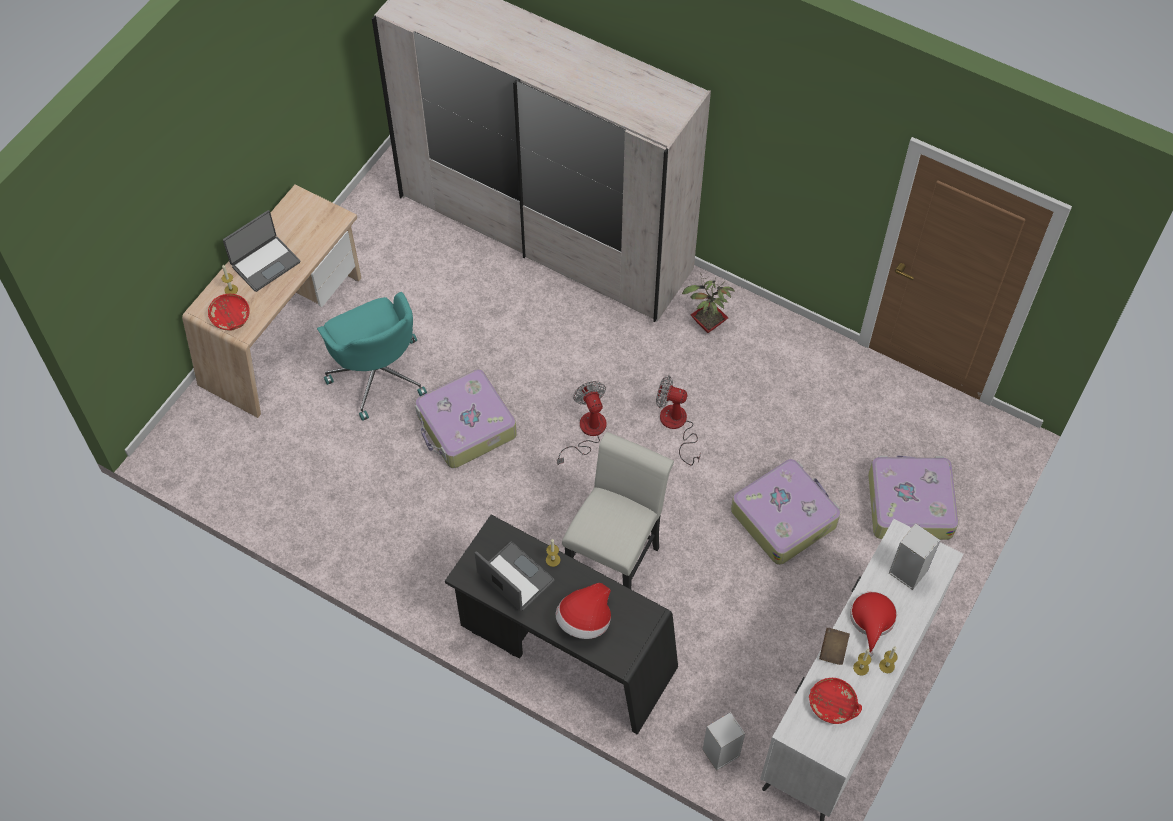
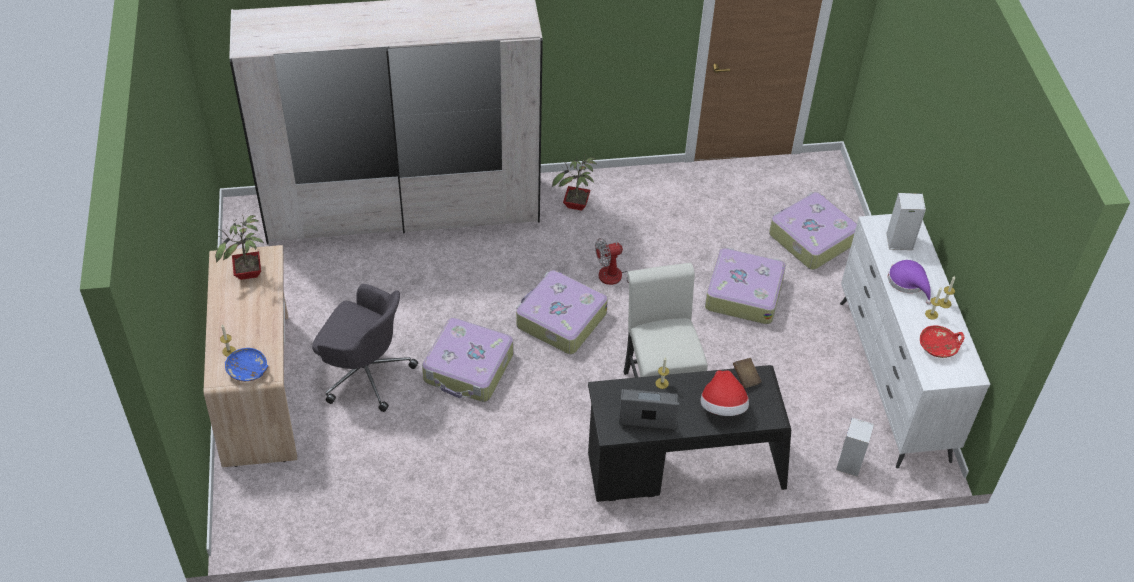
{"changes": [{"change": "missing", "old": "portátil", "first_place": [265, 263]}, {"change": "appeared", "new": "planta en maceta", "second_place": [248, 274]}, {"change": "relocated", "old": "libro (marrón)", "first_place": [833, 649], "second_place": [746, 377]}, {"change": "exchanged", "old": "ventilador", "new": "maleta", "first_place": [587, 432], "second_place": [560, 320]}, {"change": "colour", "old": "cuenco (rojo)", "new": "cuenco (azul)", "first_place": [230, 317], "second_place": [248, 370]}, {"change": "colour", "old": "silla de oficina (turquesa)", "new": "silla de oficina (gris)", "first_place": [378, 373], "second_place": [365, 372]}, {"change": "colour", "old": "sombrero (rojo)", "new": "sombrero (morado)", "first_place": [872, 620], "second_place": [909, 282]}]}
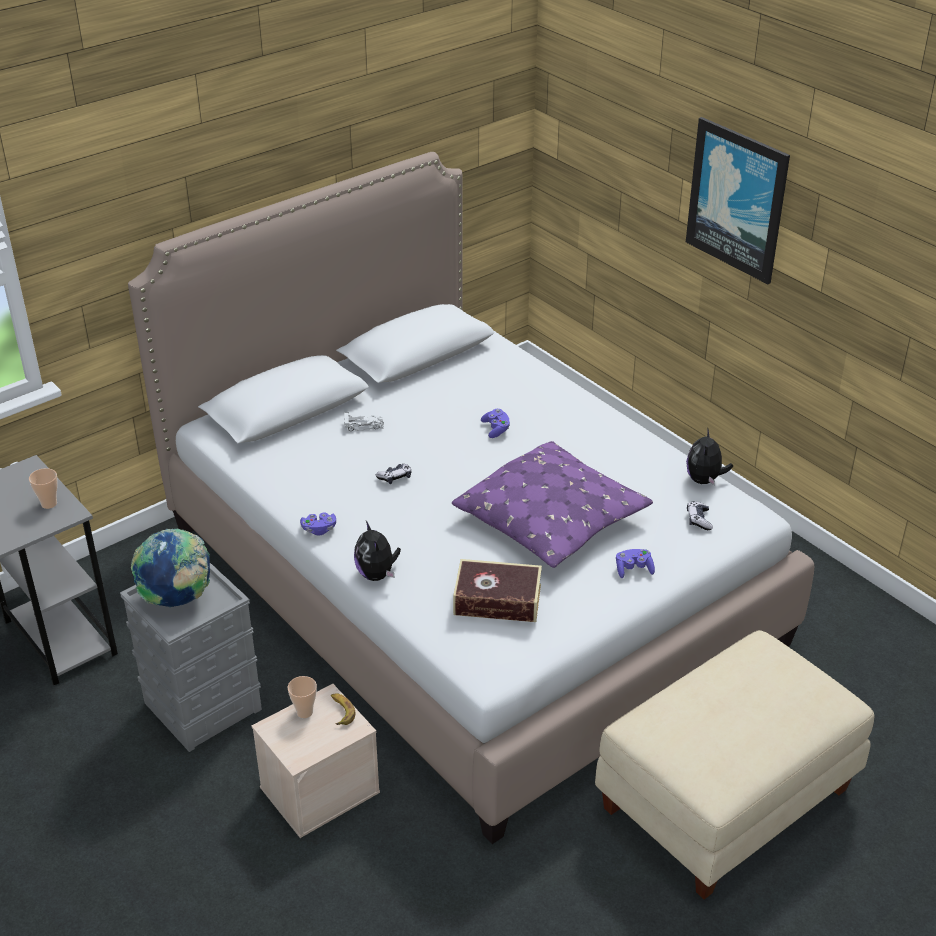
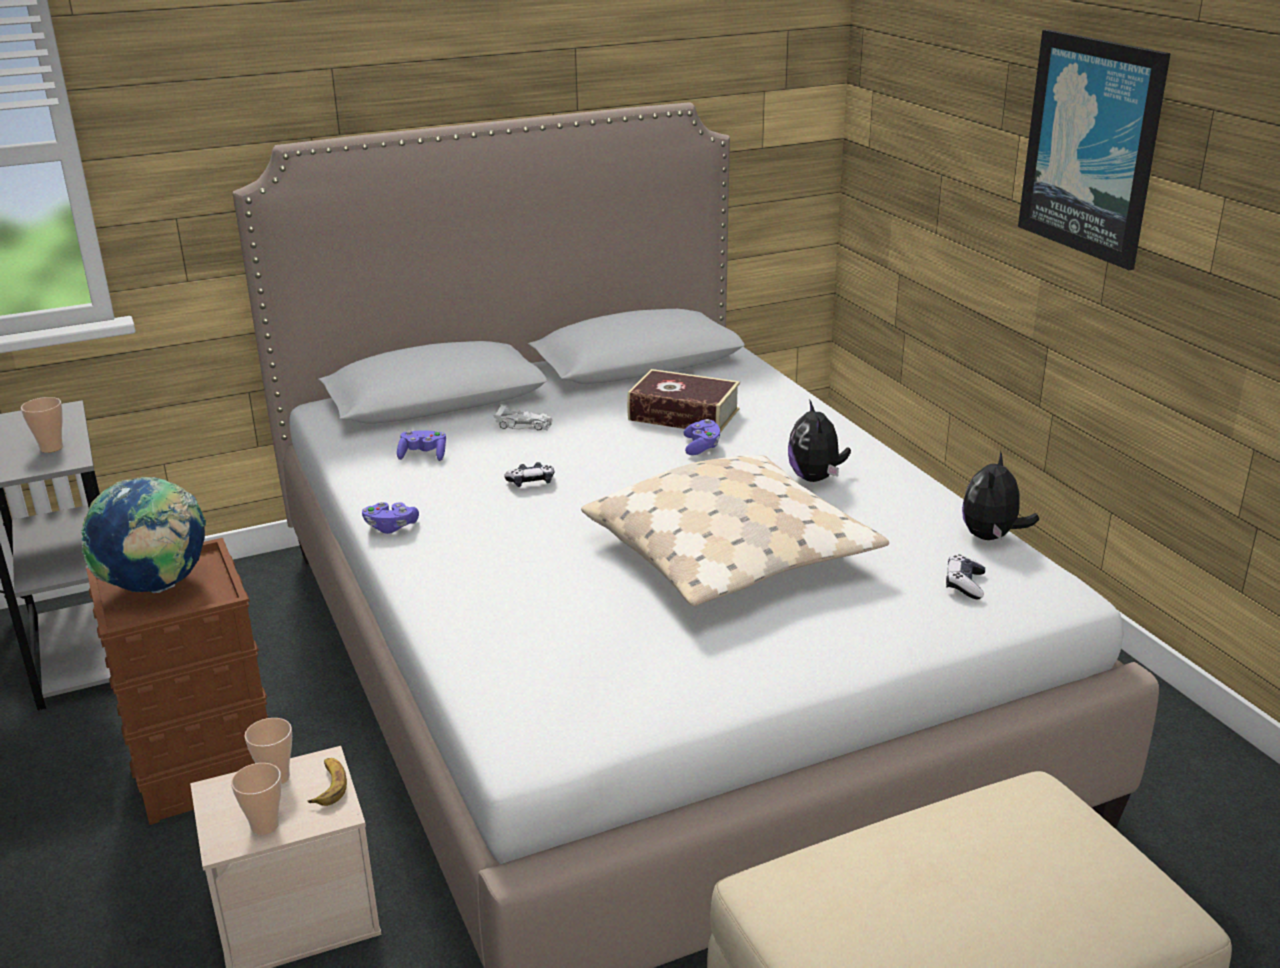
{"changes": [{"change": "appeared", "new": "taza", "second_place": [265, 825]}, {"change": "relocated", "old": "peluche", "first_place": [377, 574], "second_place": [816, 478]}, {"change": "relocated", "old": "libro", "first_place": [497, 600], "second_place": [684, 414]}, {"change": "relocated", "old": "mando de consola (morado)", "first_place": [633, 569], "second_place": [423, 455]}, {"change": "colour", "old": "caja de almacenaje (gris)", "new": "caja de almacenaje (marrón)", "first_place": [203, 705], "second_place": [206, 766]}, {"change": "colour", "old": "cojín (morado)", "new": "cojín (beis)", "first_place": [552, 520], "second_place": [732, 557]}]}
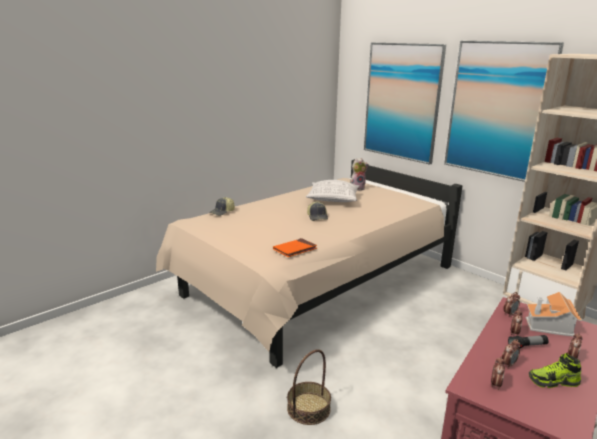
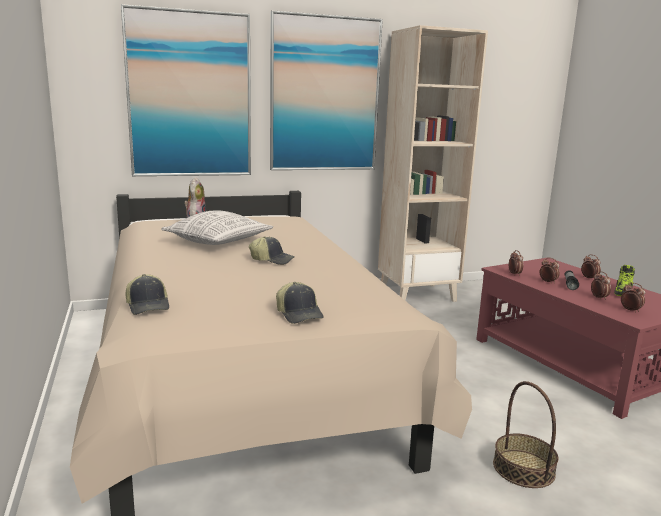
{"changes": [{"change": "missing", "old": "libro (naranja)", "first_place": [295, 249]}, {"change": "missing", "old": "casita", "first_place": [550, 325]}, {"change": "appeared", "new": "gorra", "second_place": [299, 314]}]}
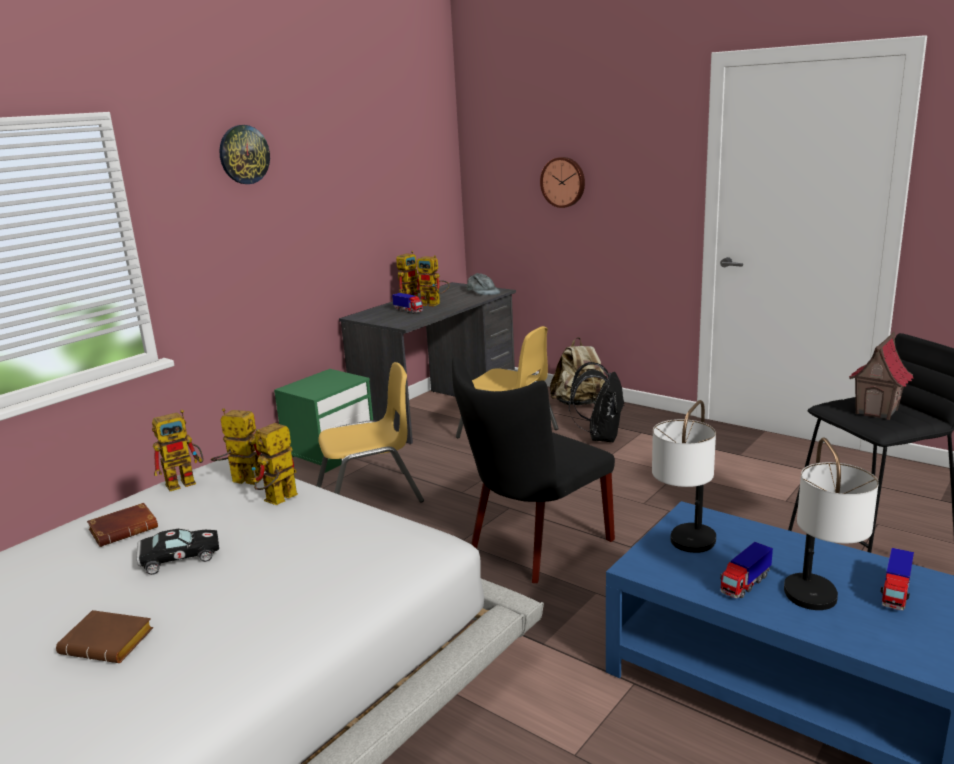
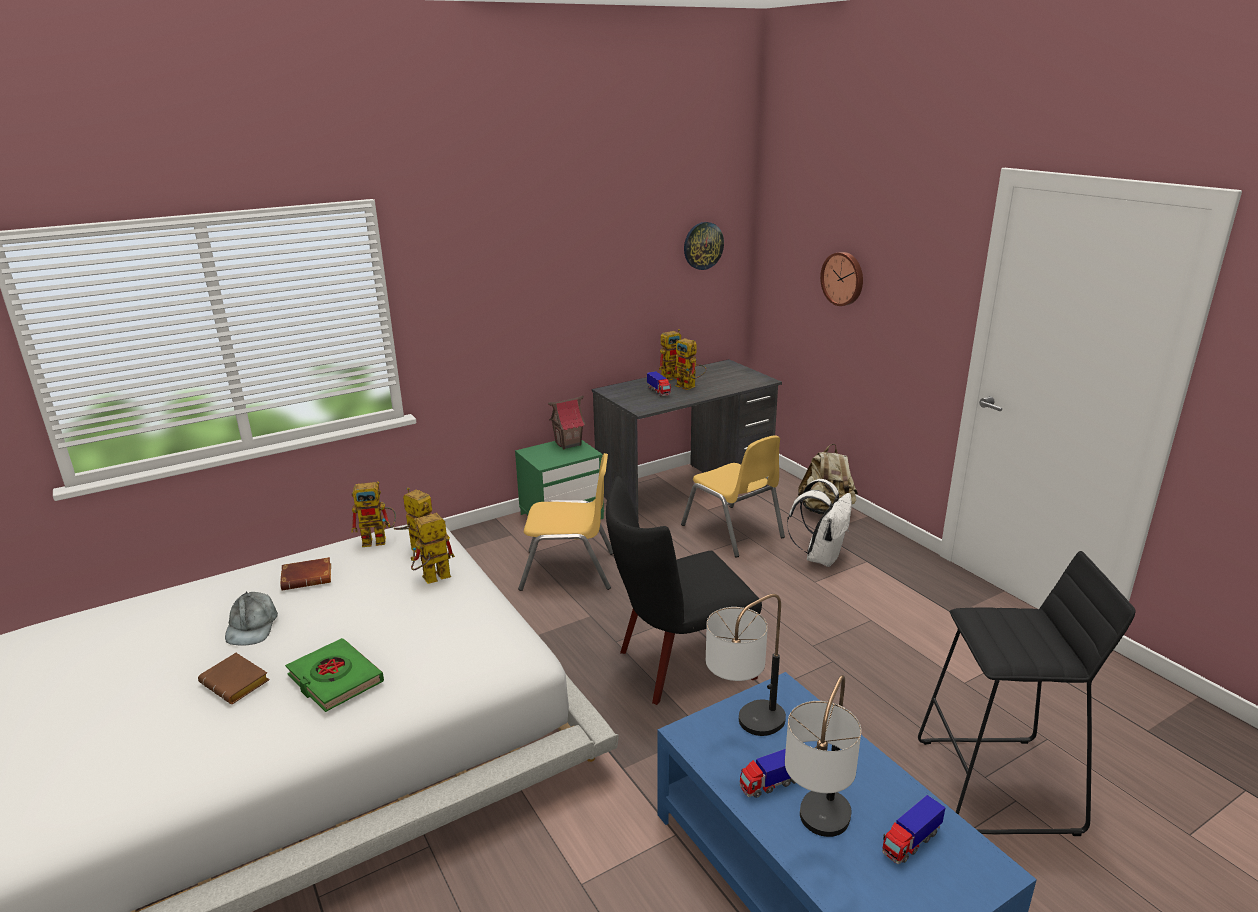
{"changes": [{"change": "missing", "old": "coche de juguete (negro)", "first_place": [177, 559]}, {"change": "appeared", "new": "libro (verde)", "second_place": [335, 679]}, {"change": "relocated", "old": "reloj de pared", "first_place": [244, 154], "second_place": [703, 245]}, {"change": "relocated", "old": "gorra (gris)", "first_place": [483, 291], "second_place": [252, 626]}, {"change": "relocated", "old": "casita", "first_place": [877, 411], "second_place": [568, 444]}, {"change": "colour", "old": "mochila (negro)", "new": "mochila (blanco)", "first_place": [600, 437], "second_place": [821, 557]}]}
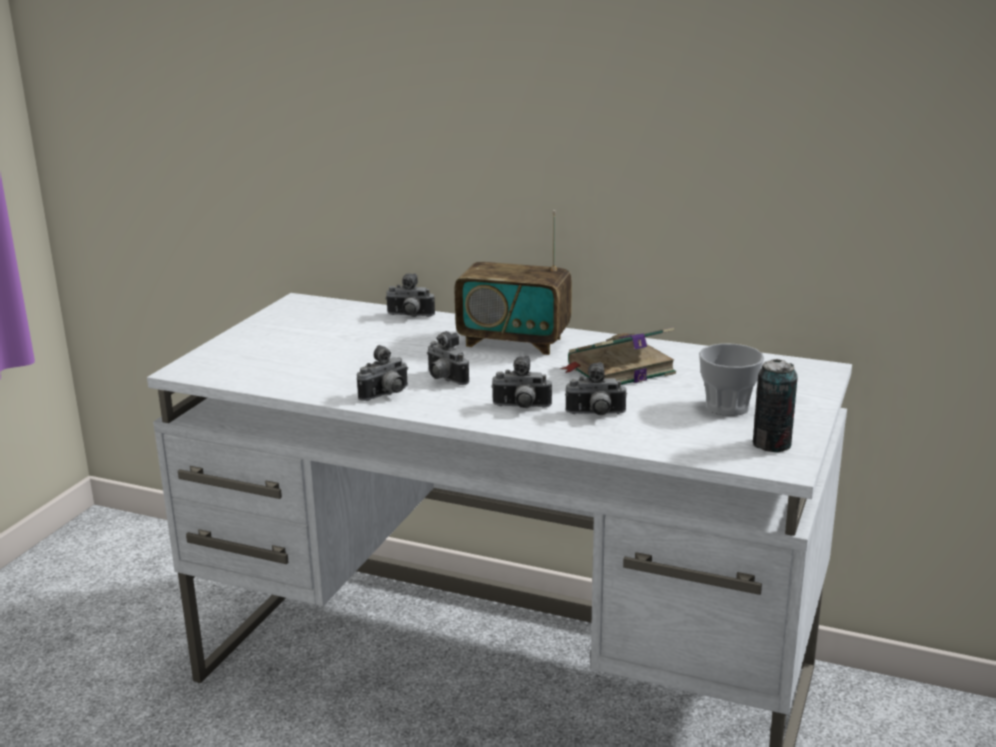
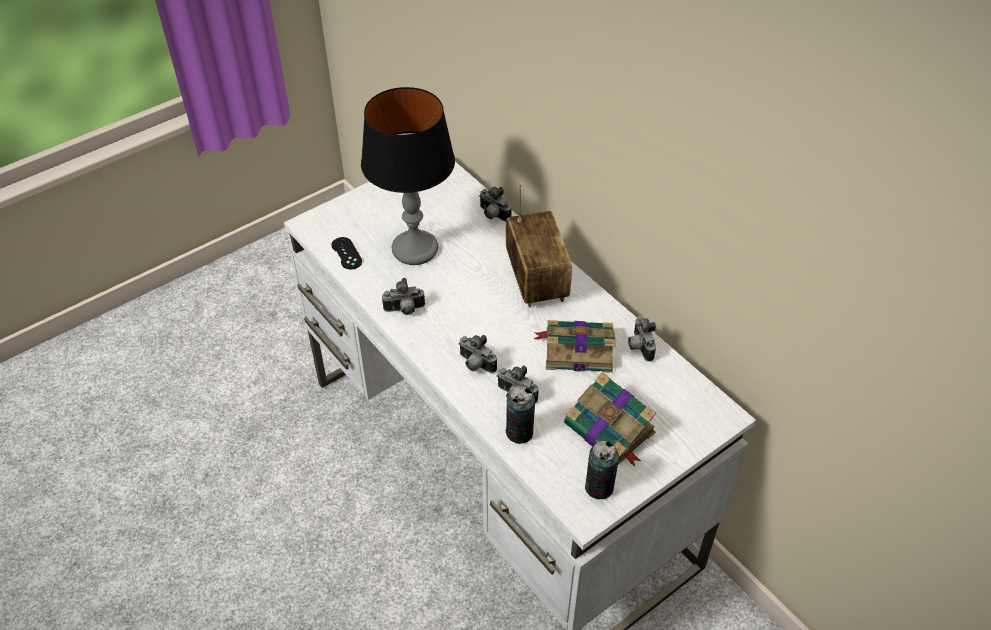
{"changes": [{"change": "appeared", "new": "mando de consola (negro)", "second_place": [346, 253]}, {"change": "appeared", "new": "lámpara de mesa", "second_place": [415, 249]}, {"change": "appeared", "new": "lata", "second_place": [519, 432]}, {"change": "relocated", "old": "cámara", "first_place": [444, 379], "second_place": [639, 346]}, {"change": "exchanged", "old": "taza", "new": "libro", "first_place": [727, 407], "second_place": [611, 430]}, {"change": "spun", "old": "radio", "first_place": [514, 342], "second_place": [536, 280], "degrees": -150}]}
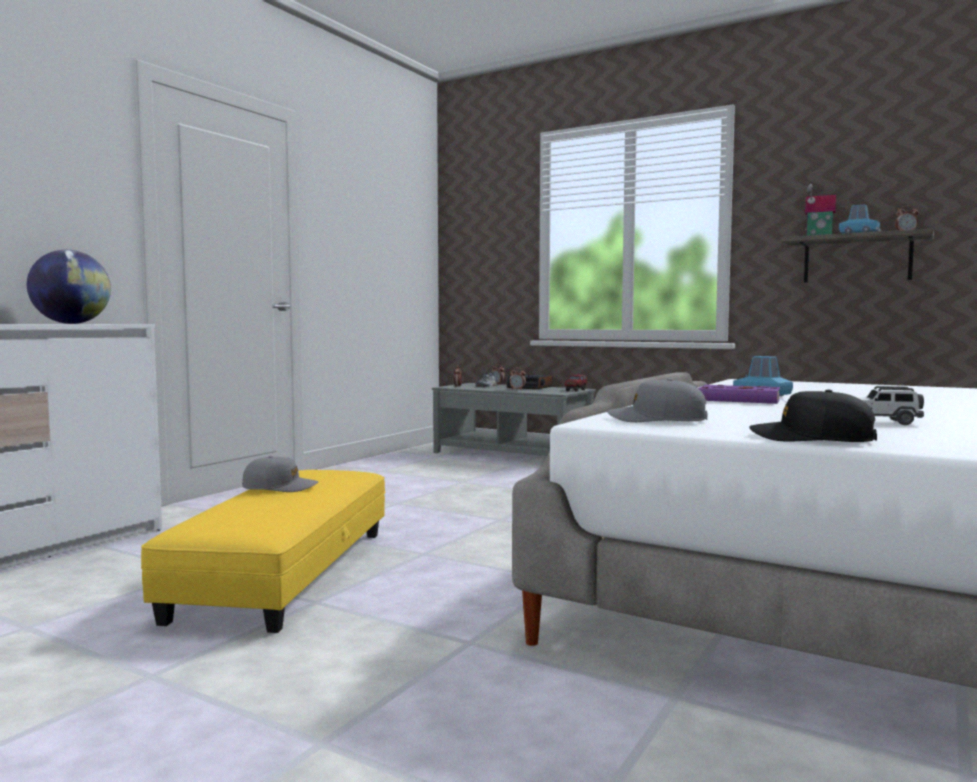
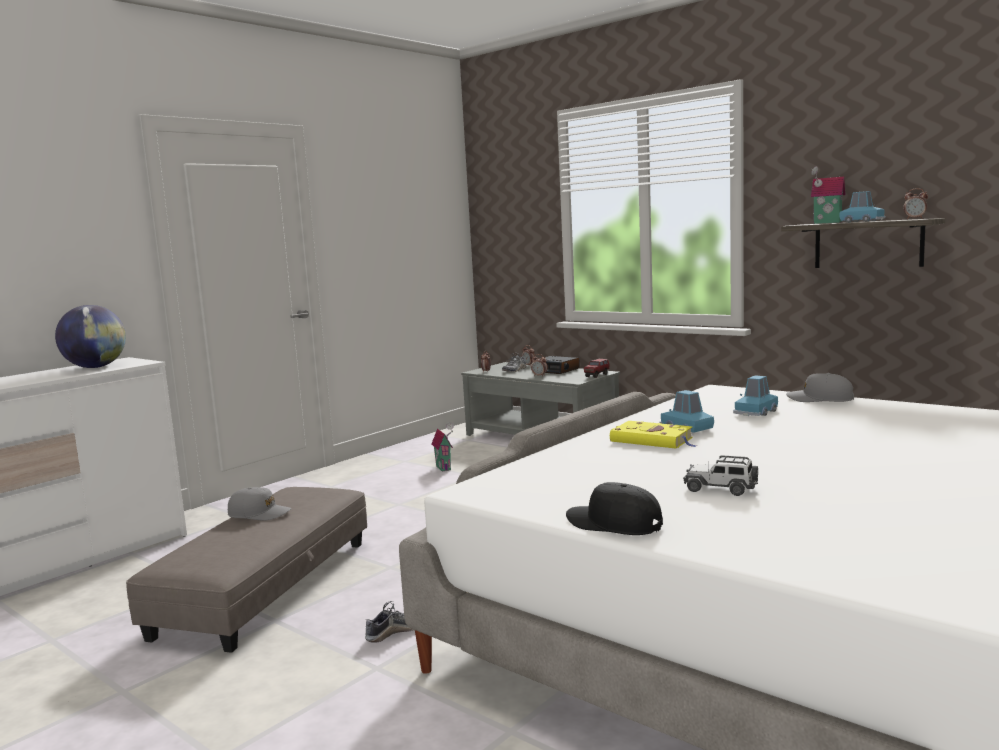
{"changes": [{"change": "appeared", "new": "zapato", "second_place": [396, 631]}, {"change": "appeared", "new": "casita", "second_place": [445, 467]}, {"change": "appeared", "new": "coche de juguete (azul)", "second_place": [756, 412]}, {"change": "relocated", "old": "gorra (gris)", "first_place": [657, 420], "second_place": [820, 399]}, {"change": "colour", "old": "puf (amarillo)", "new": "puf (gris)", "first_place": [286, 572], "second_place": [266, 587]}, {"change": "colour", "old": "libro (morado)", "new": "libro (amarillo)", "first_place": [742, 400], "second_place": [653, 440]}]}
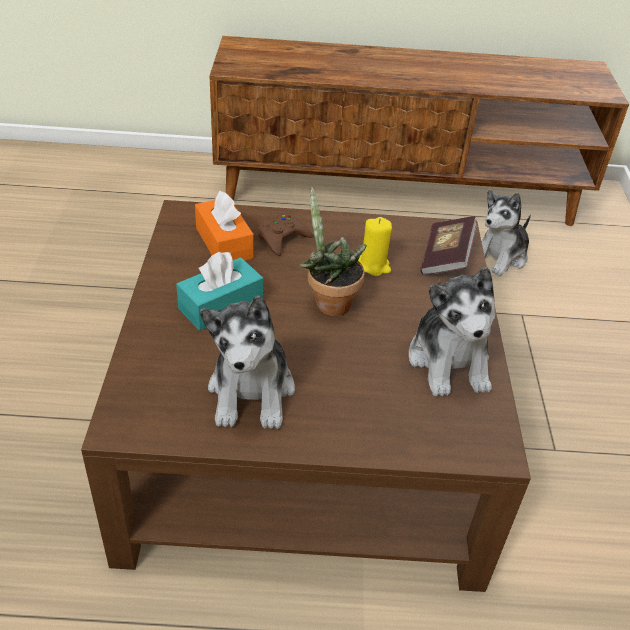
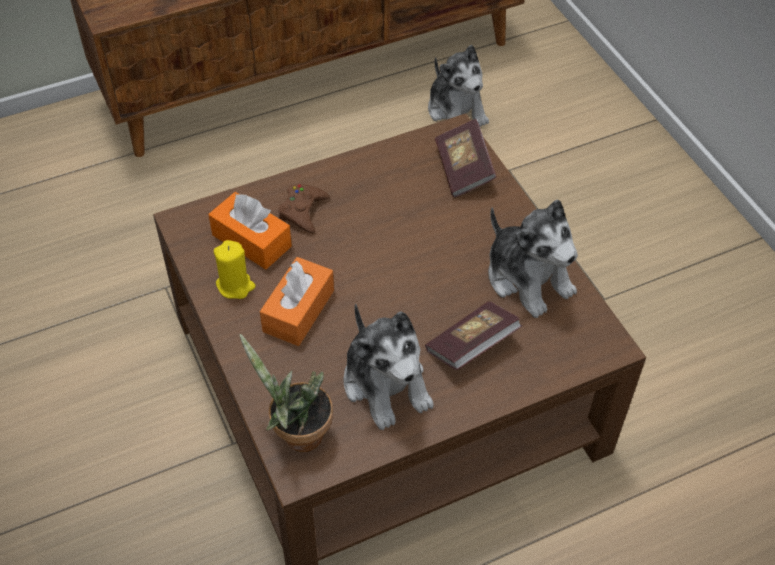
{"changes": [{"change": "appeared", "new": "libro", "second_place": [471, 346]}, {"change": "relocated", "old": "planta en maceta", "first_place": [328, 303], "second_place": [297, 435]}, {"change": "relocated", "old": "vela (amarillo)", "first_place": [374, 266], "second_place": [235, 286]}, {"change": "colour", "old": "caja de pañuelos (turquesa)", "new": "caja de pañuelos (naranja)", "first_place": [221, 305], "second_place": [298, 311]}, {"change": "spun", "old": "peluche", "first_place": [500, 257], "second_place": [456, 111], "degrees": -45}]}
